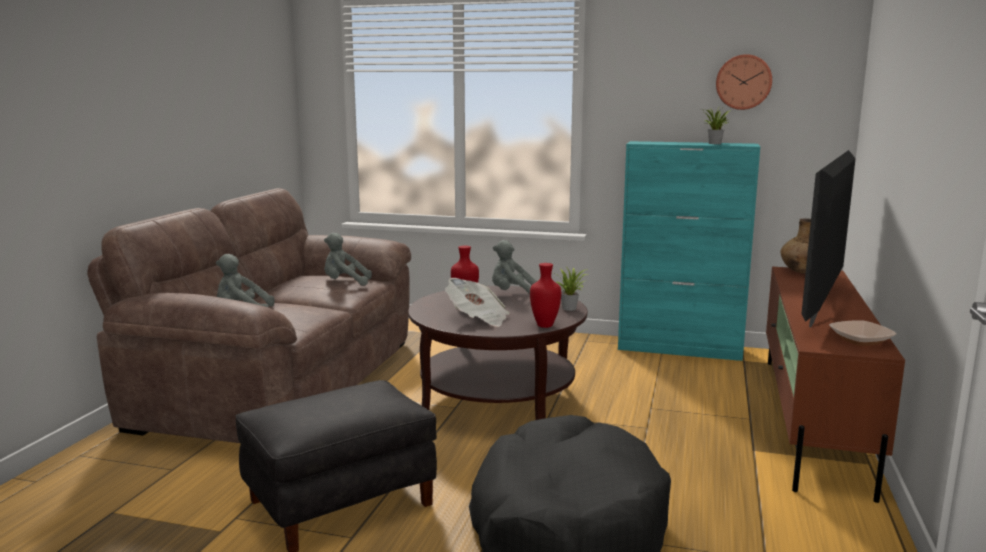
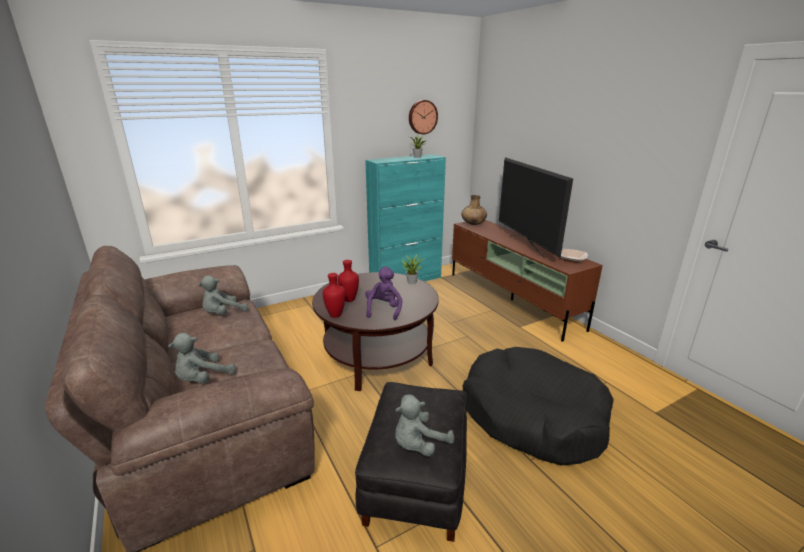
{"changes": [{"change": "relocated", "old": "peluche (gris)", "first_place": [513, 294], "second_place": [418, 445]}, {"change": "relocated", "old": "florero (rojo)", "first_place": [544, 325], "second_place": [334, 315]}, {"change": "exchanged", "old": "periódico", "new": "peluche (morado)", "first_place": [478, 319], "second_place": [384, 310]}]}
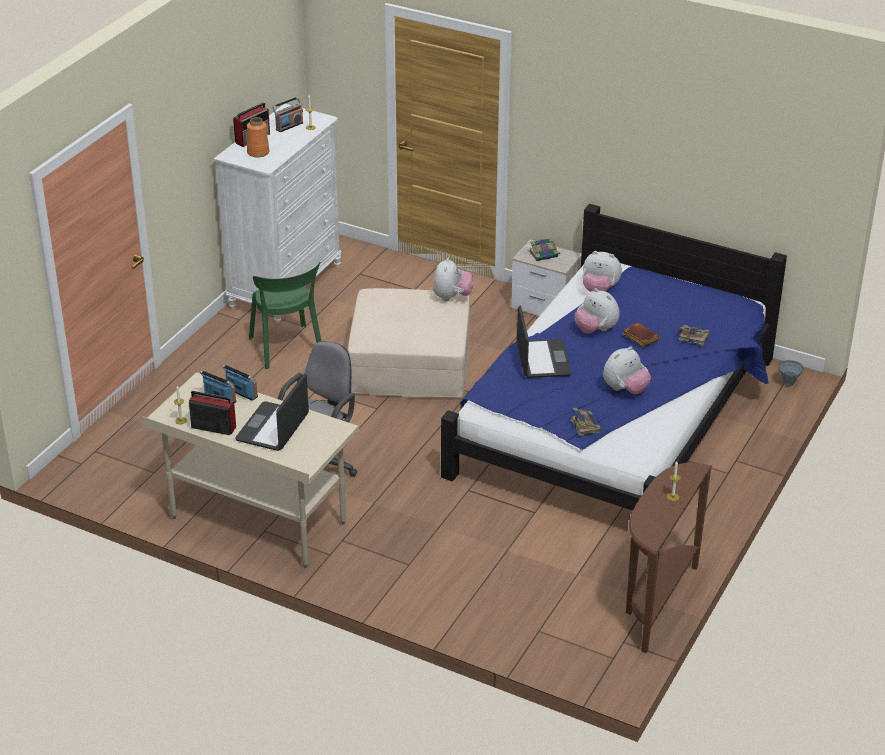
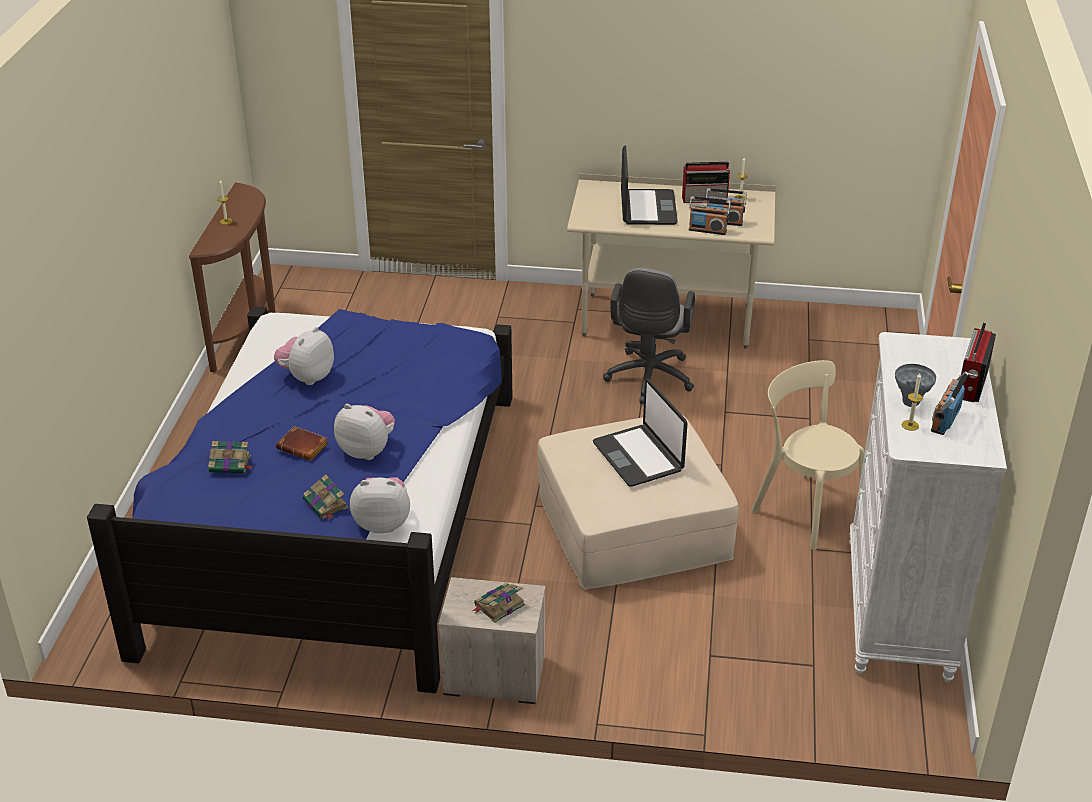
{"changes": [{"change": "missing", "old": "florero (naranja)", "first_place": [258, 152]}, {"change": "missing", "old": "peluche", "first_place": [452, 297]}, {"change": "relocated", "old": "portátil", "first_place": [542, 360], "second_place": [639, 456]}, {"change": "relocated", "old": "libro", "first_place": [585, 425], "second_place": [326, 504]}, {"change": "relocated", "old": "florero (gris)", "first_place": [788, 384], "second_place": [910, 403]}, {"change": "colour", "old": "silla (verde)", "new": "silla (beis)", "first_place": [287, 349], "second_place": [804, 509]}]}
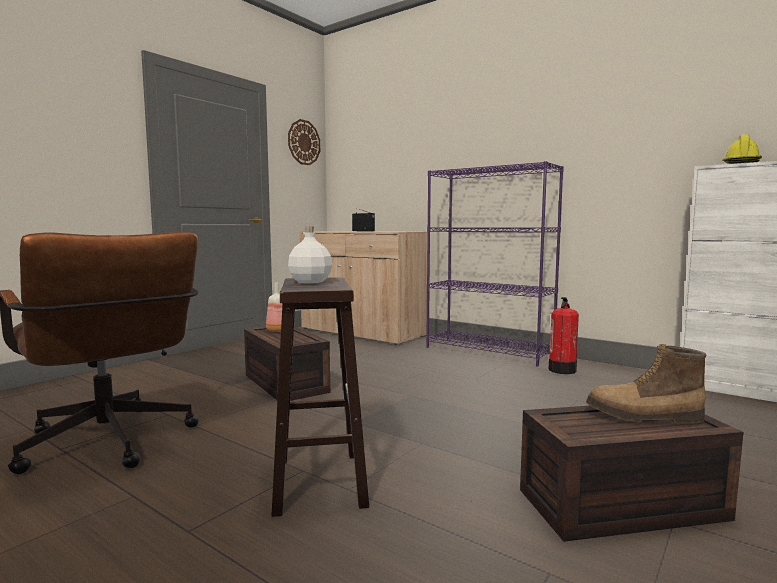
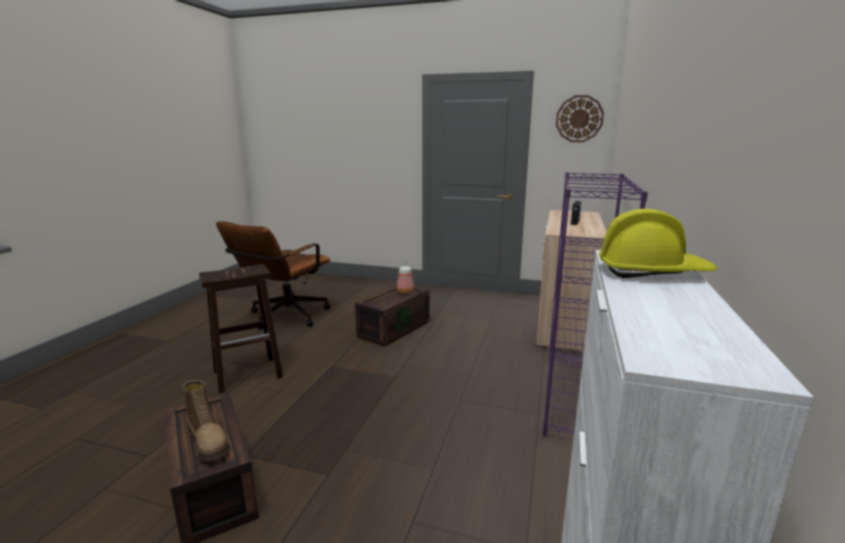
{"changes": [{"change": "missing", "old": "botella (blanco)", "first_place": [310, 282]}, {"change": "missing", "old": "extintor", "first_place": [562, 370]}, {"change": "spun", "old": "bota", "first_place": [644, 416], "second_place": [209, 441], "degrees": 150}]}
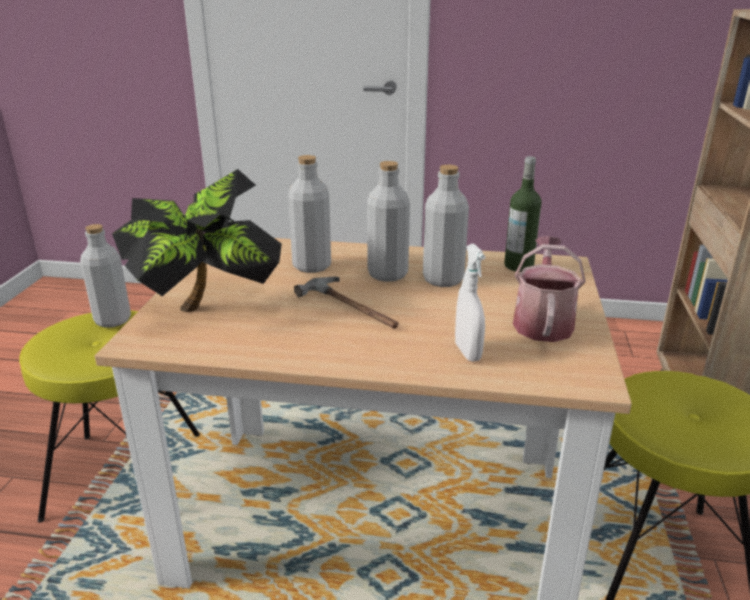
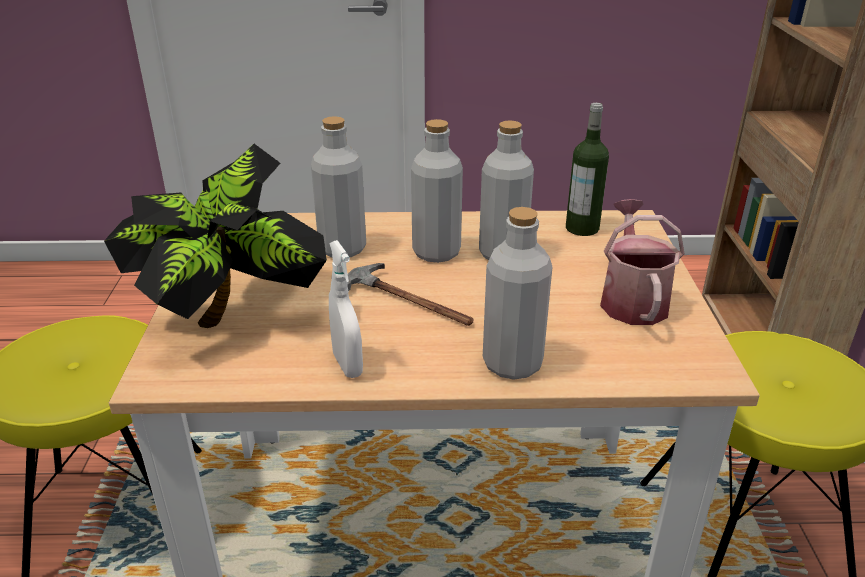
{"changes": [{"change": "relocated", "old": "botella (gris)", "first_place": [112, 320], "second_place": [512, 363]}, {"change": "relocated", "old": "pulverizador (blanco)", "first_place": [467, 352], "second_place": [347, 365]}]}
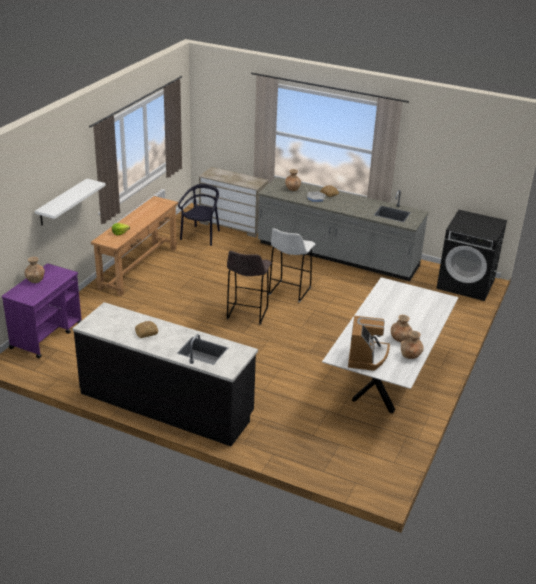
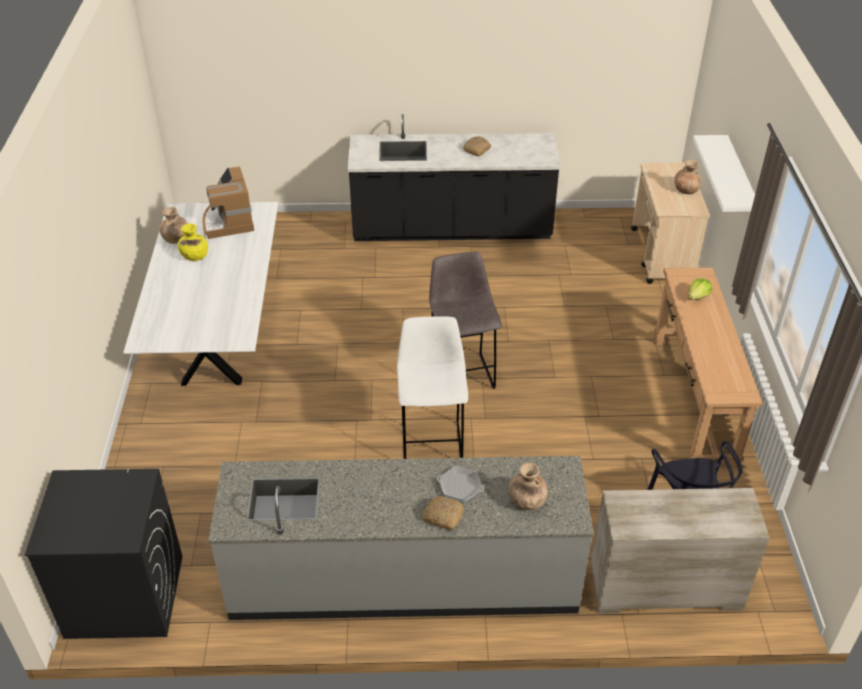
{"changes": [{"change": "colour", "old": "carrito (morado)", "new": "carrito (beis)", "first_place": [47, 335], "second_place": [662, 255]}, {"change": "colour", "old": "florero (marrón)", "new": "florero (amarillo)", "first_place": [400, 339], "second_place": [194, 256]}]}
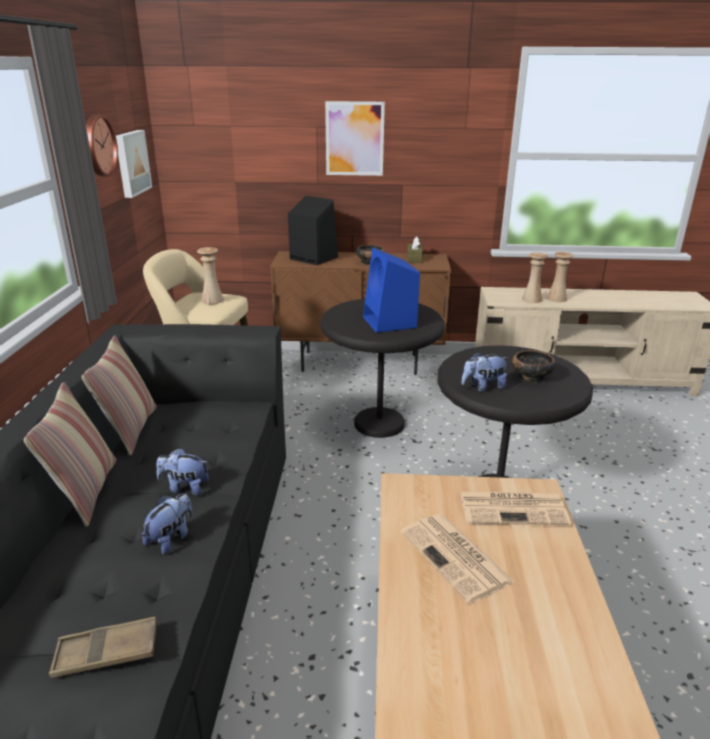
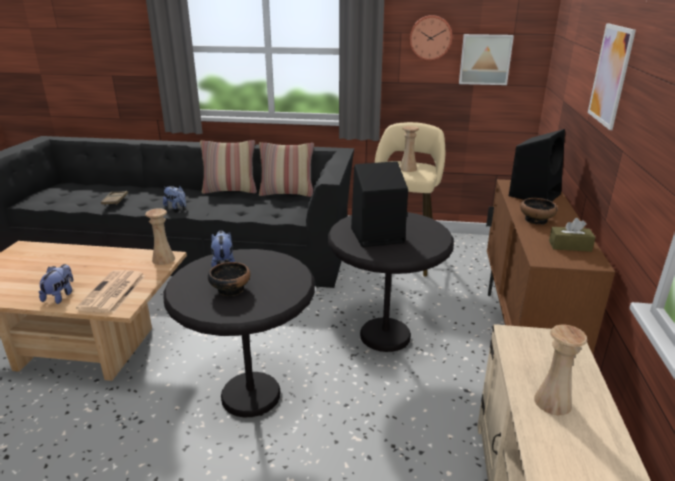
{"changes": [{"change": "missing", "old": "periódico", "first_place": [457, 557]}, {"change": "relocated", "old": "peluche", "first_place": [185, 487], "second_place": [60, 296]}, {"change": "relocated", "old": "florero (beis)", "first_place": [532, 299], "second_place": [163, 259]}, {"change": "colour", "old": "altavoz (azul)", "new": "altavoz (negro)", "first_place": [390, 323], "second_place": [375, 236]}]}
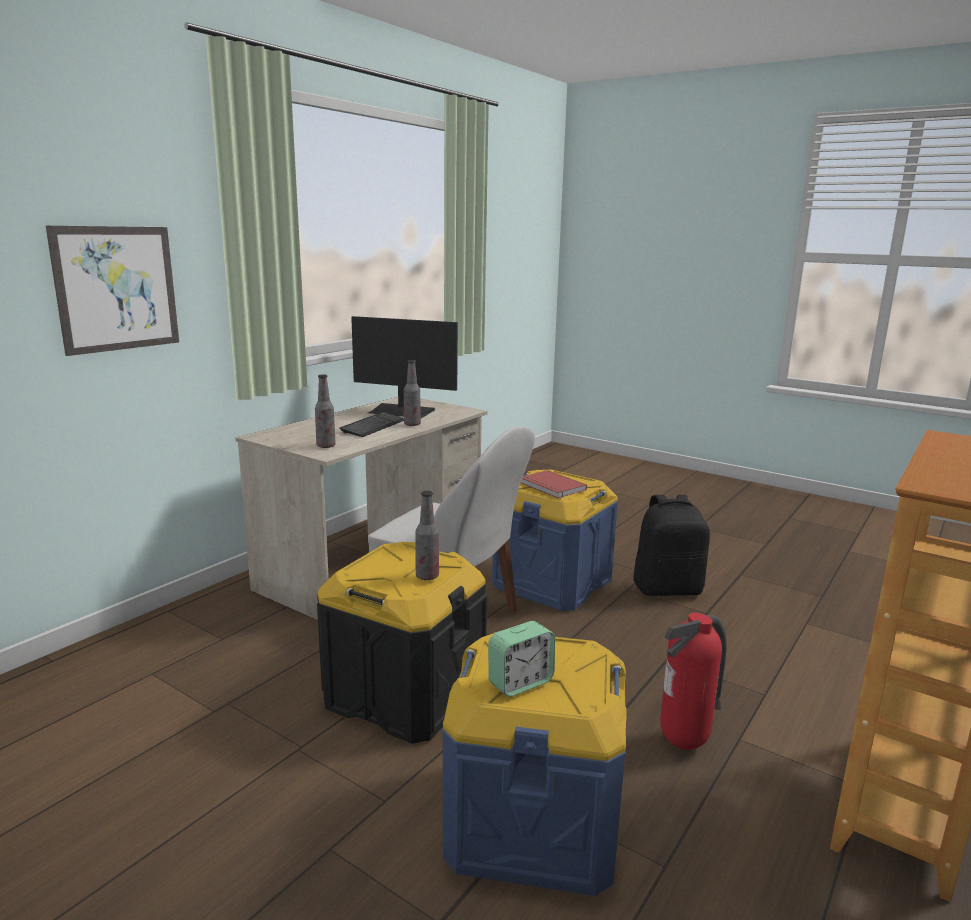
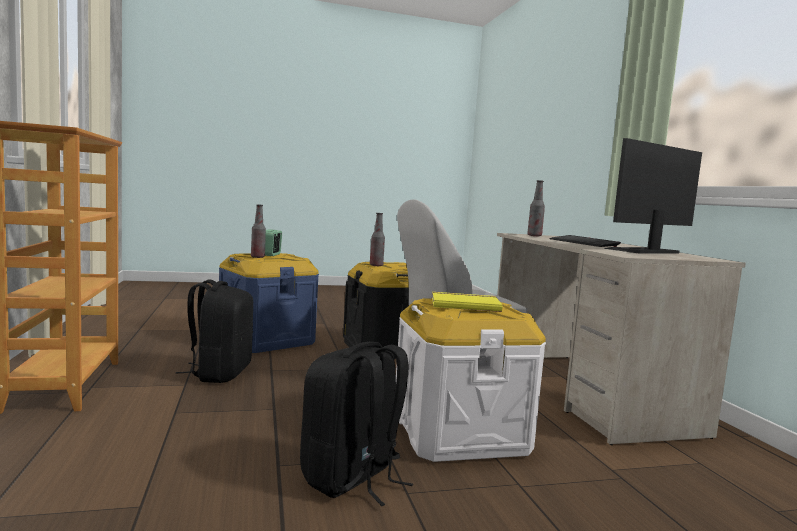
{"changes": [{"change": "missing", "old": "cuadro", "first_place": [117, 288]}, {"change": "relocated", "old": "botella", "first_place": [412, 424], "second_place": [257, 257]}, {"change": "exchanged", "old": "extintor", "new": "mochila (negro)", "first_place": [684, 744], "second_place": [219, 373]}, {"change": "colour", "old": "caja de almacenaje (azul)", "new": "caja de almacenaje (blanco)", "first_place": [552, 582], "second_place": [459, 433]}, {"change": "colour", "old": "libro (rojo)", "new": "libro (amarillo)", "first_place": [551, 487], "second_place": [464, 304]}]}
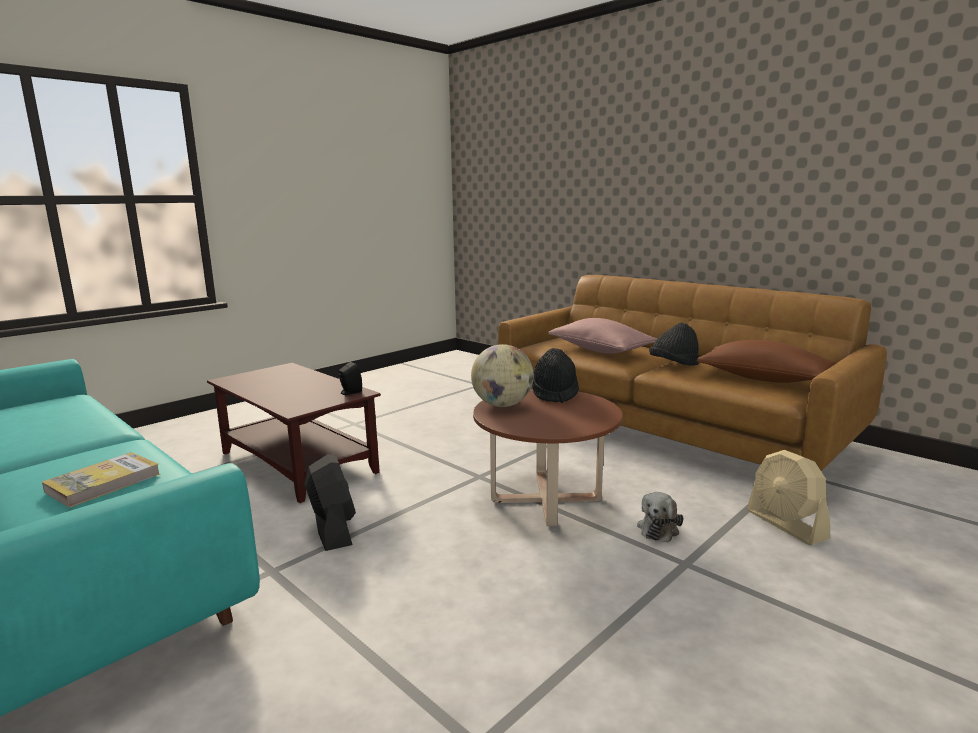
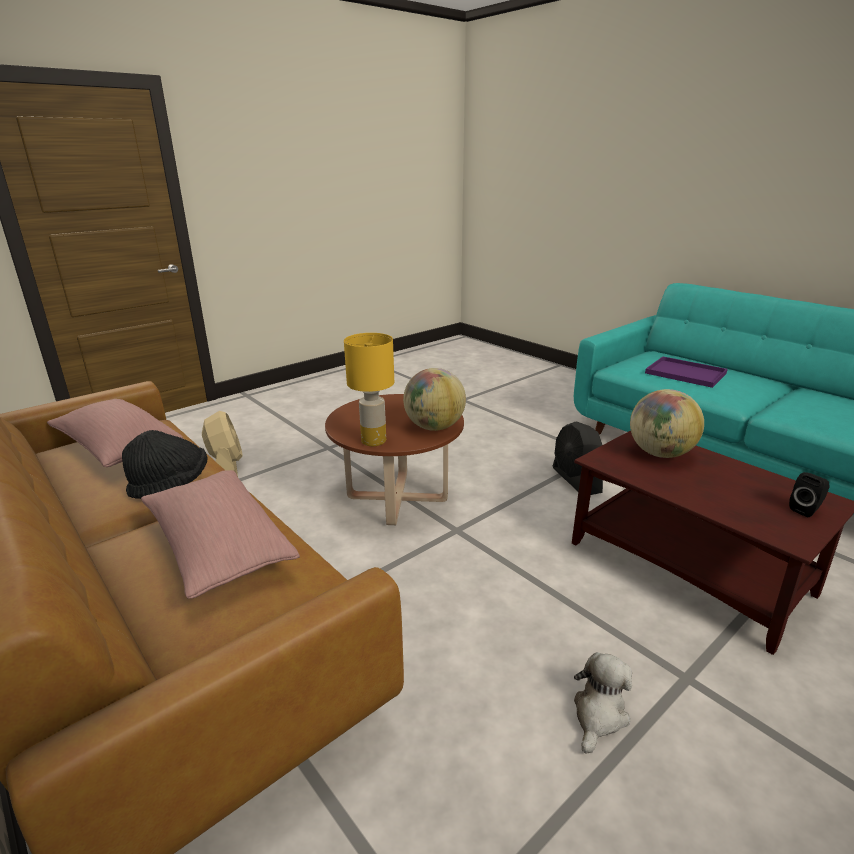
{"changes": [{"change": "appeared", "new": "globo terráqueo", "second_place": [660, 453]}, {"change": "relocated", "old": "altavoz (negro)", "first_place": [350, 392], "second_place": [806, 510]}, {"change": "relocated", "old": "peluche", "first_place": [659, 528], "second_place": [599, 715]}, {"change": "exchanged", "old": "libro", "new": "bandeja (morado)", "first_place": [104, 483], "second_place": [683, 373]}, {"change": "exchanged", "old": "sombrero (negro)", "new": "lámpara de mesa (amarillo)", "first_place": [554, 393], "second_place": [374, 441]}, {"change": "colour", "old": "cojín (marrón)", "new": "cojín (rosa)", "first_place": [763, 378], "second_place": [118, 449]}]}
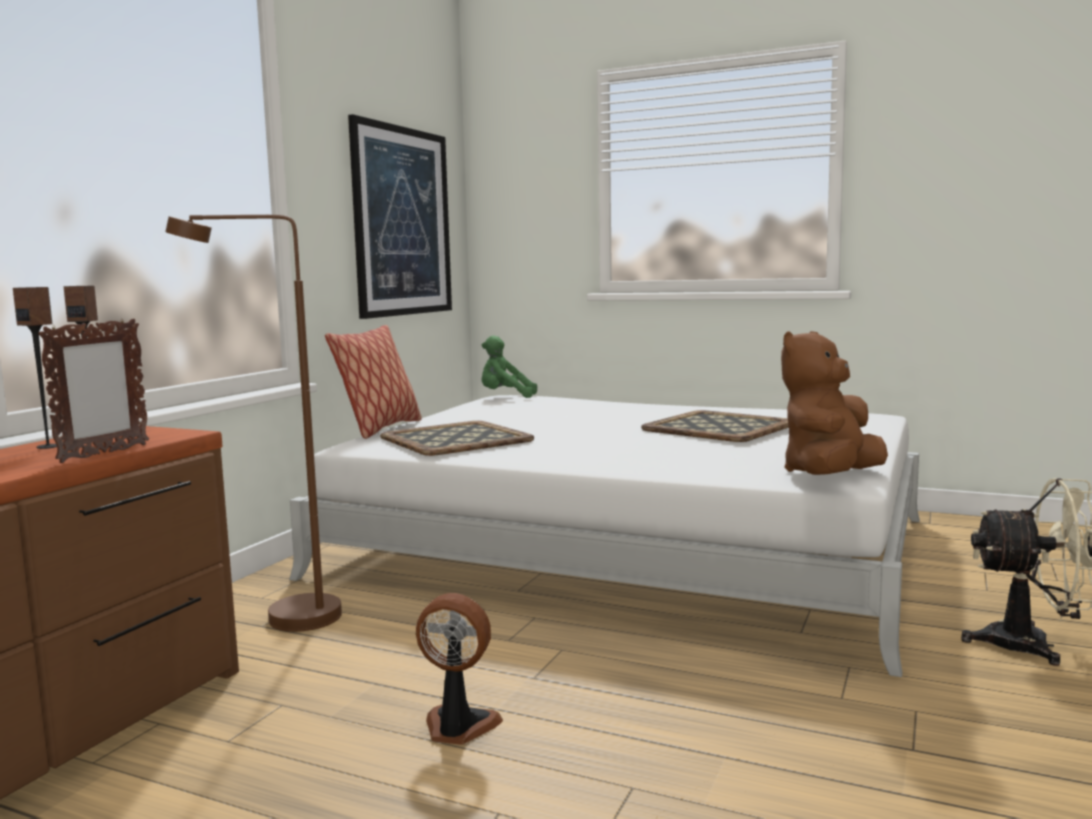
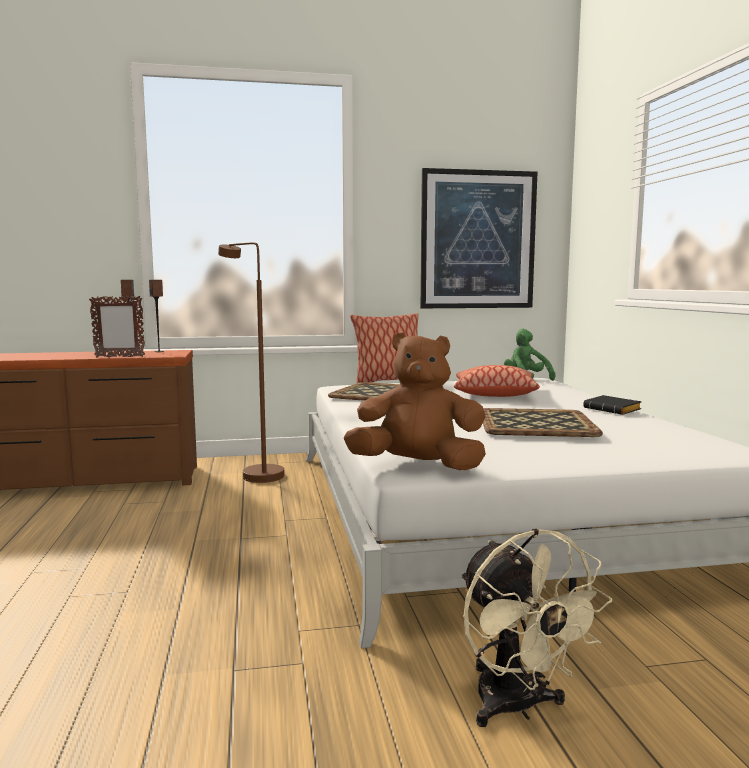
{"changes": [{"change": "missing", "old": "ventilador", "first_place": [458, 728]}, {"change": "appeared", "new": "cojín", "second_place": [494, 394]}, {"change": "appeared", "new": "libro (negro)", "second_place": [614, 410]}]}
